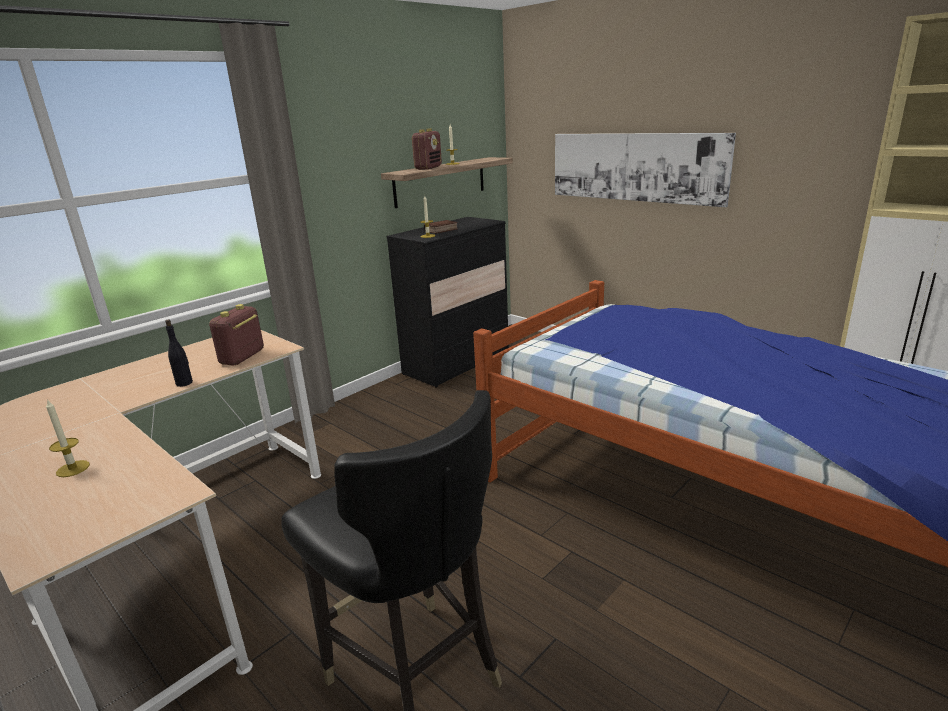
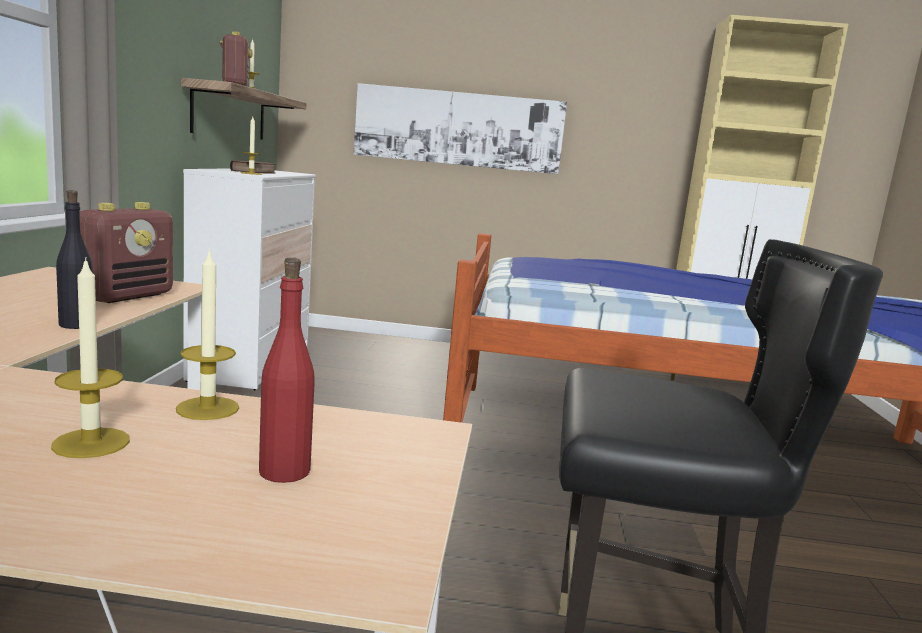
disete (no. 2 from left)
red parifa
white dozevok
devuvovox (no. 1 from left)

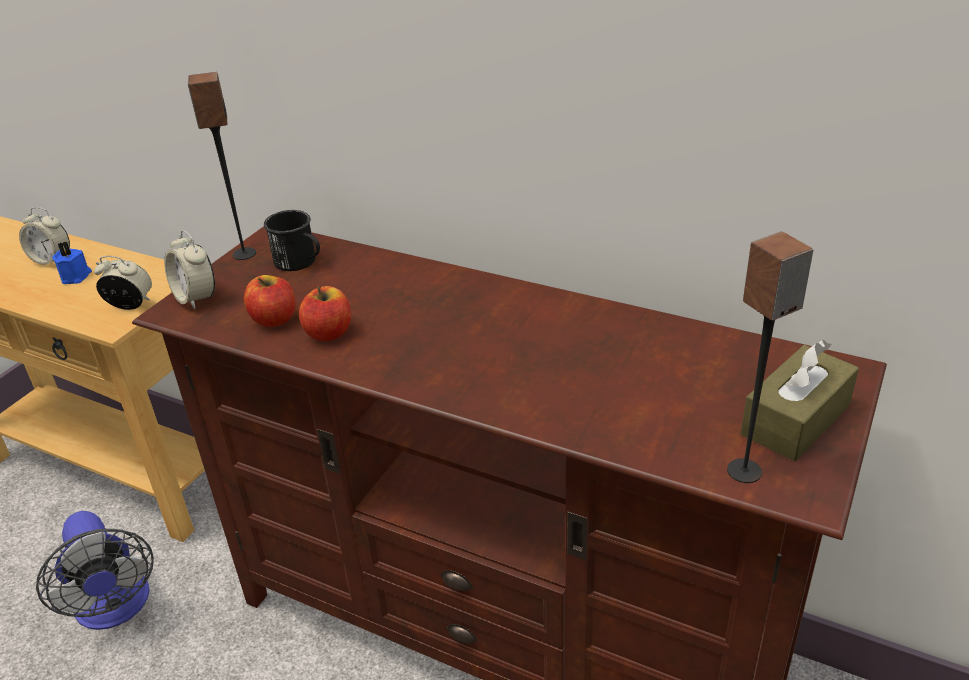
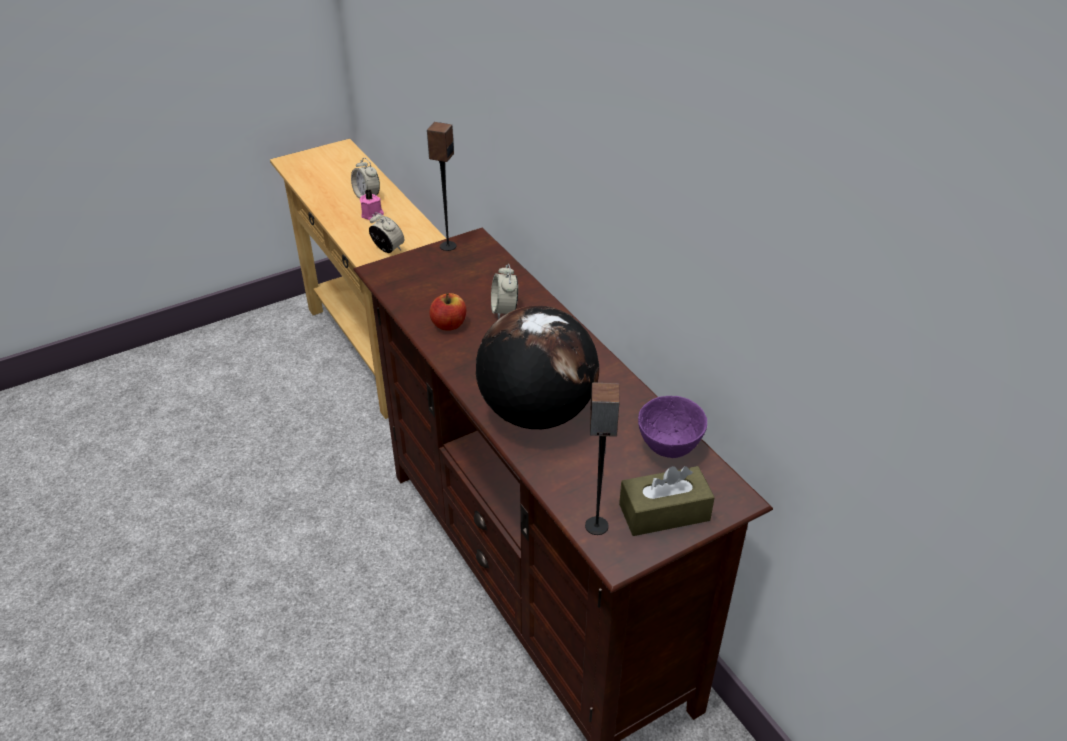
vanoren
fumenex (no. 1 from left in the first image)
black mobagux
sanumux
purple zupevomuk
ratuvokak (no. 3 from left)
pink disete

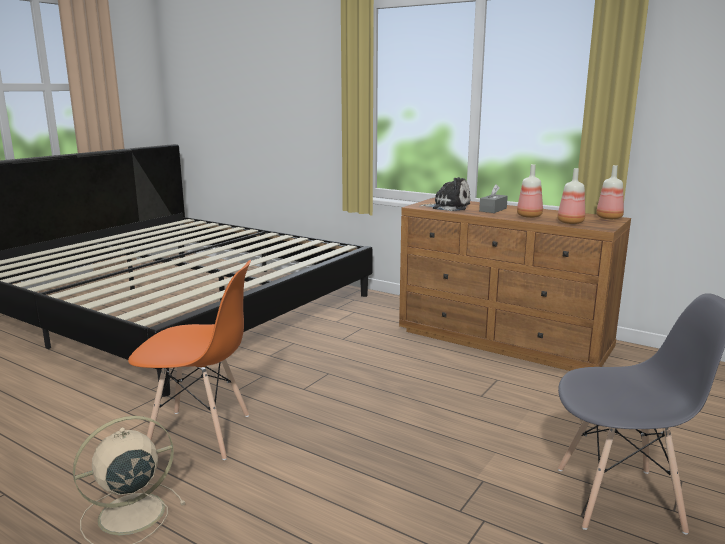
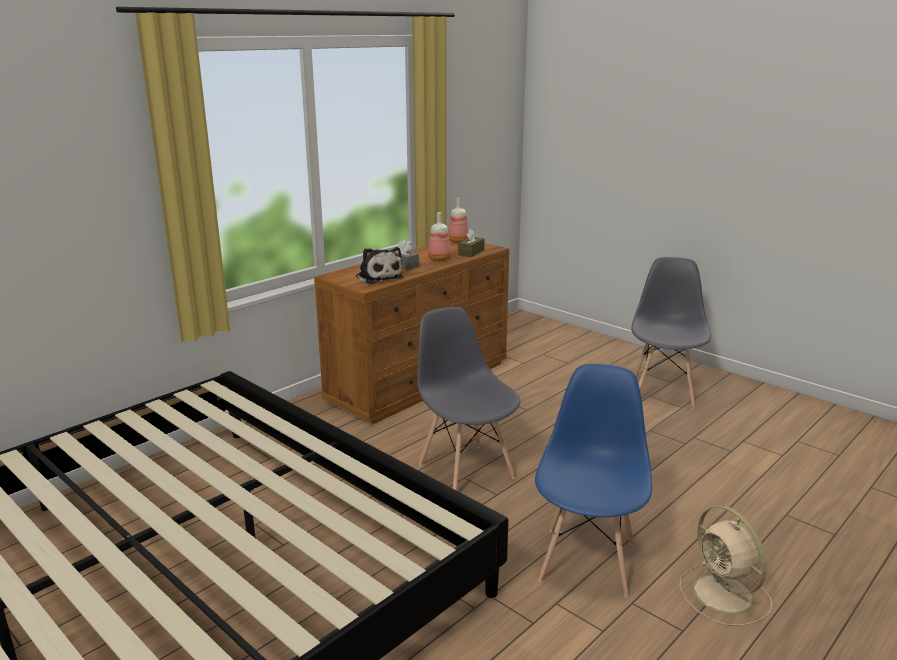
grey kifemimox (no. 1 from left)
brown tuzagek
blue kifemimox
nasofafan

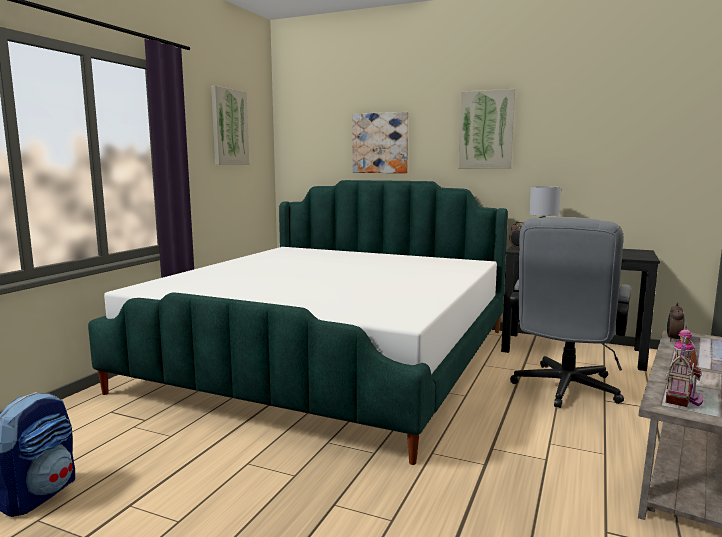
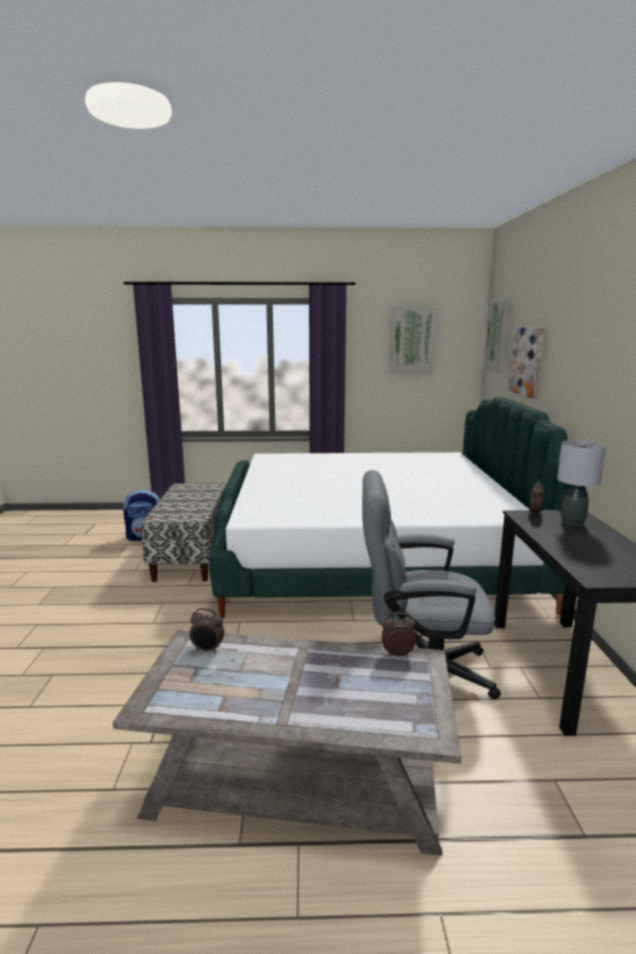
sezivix
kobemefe (no. 2 from left)
ratuvokak (no. 1 from left)

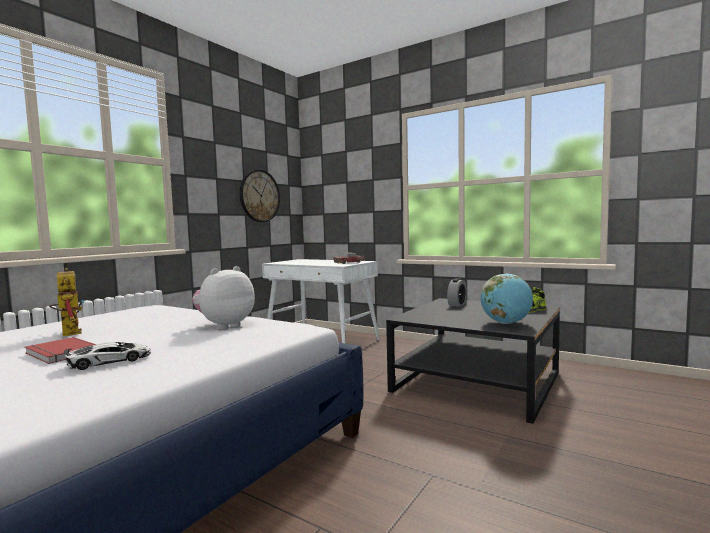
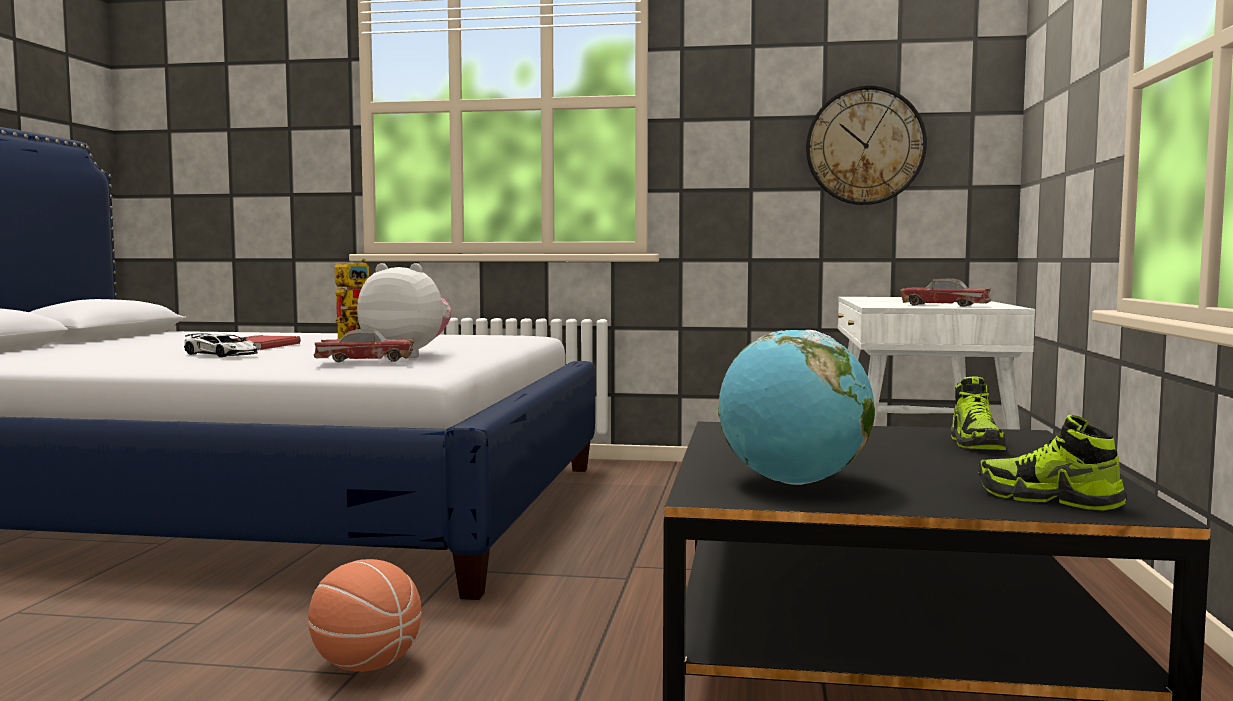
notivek
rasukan (no. 2 from left)
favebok (no. 1 from left)

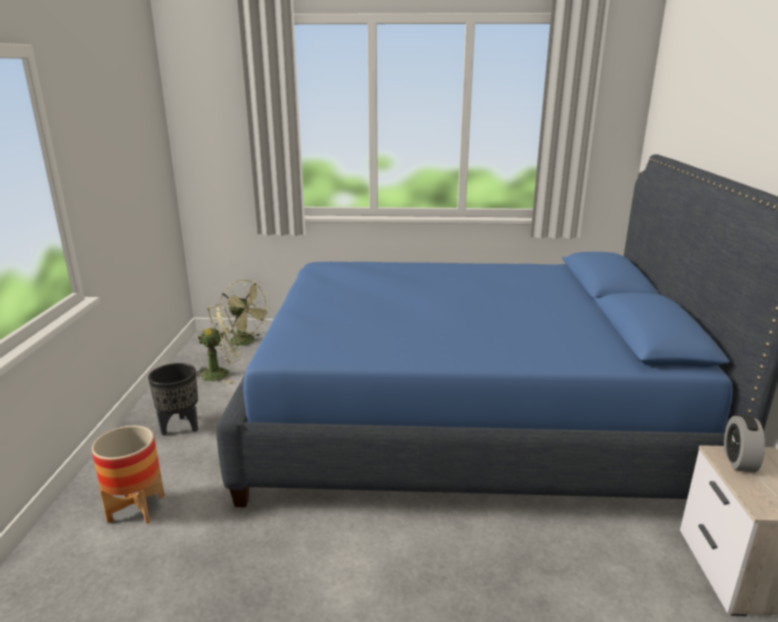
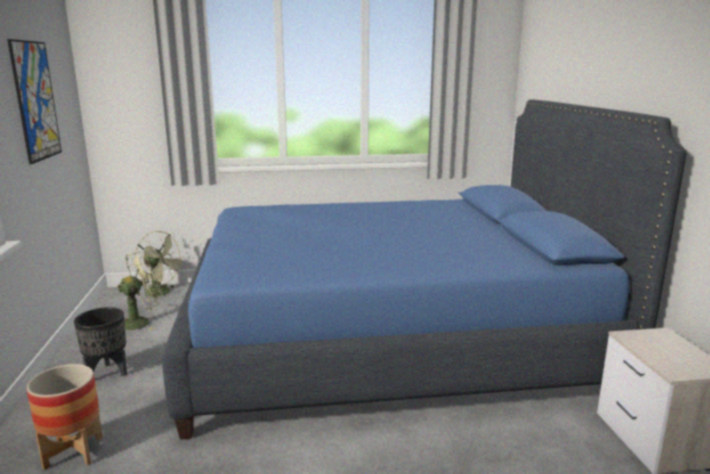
ratuvokak
kobemefe

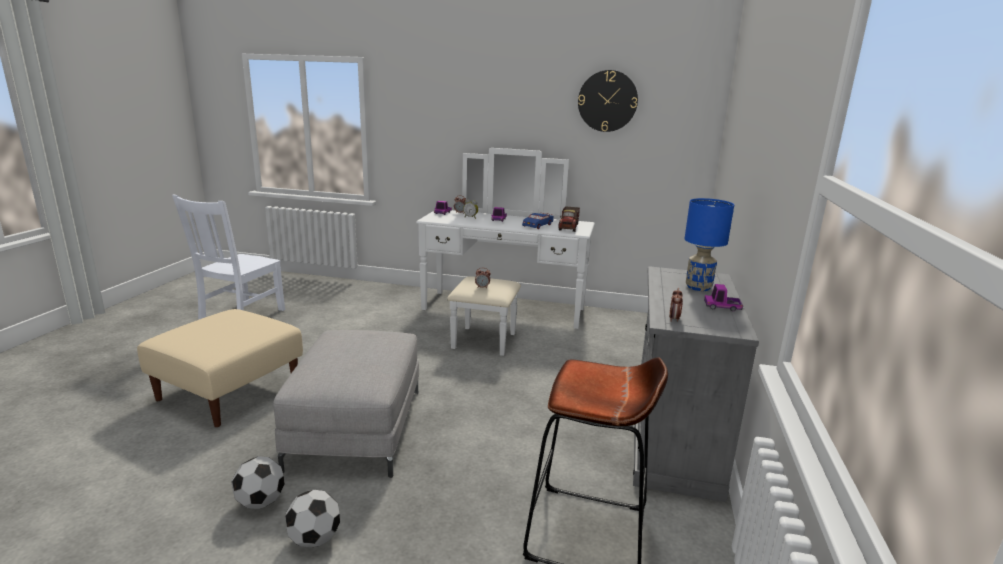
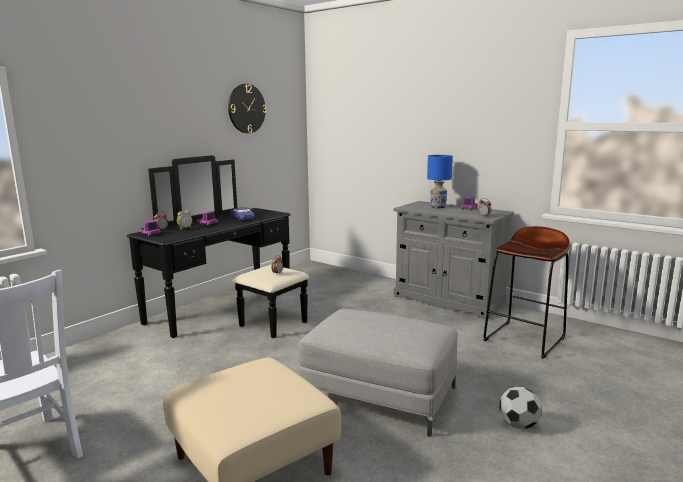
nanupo (no. 1 from left in the first image)
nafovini (no. 3 from left in the first image)
black dozevok

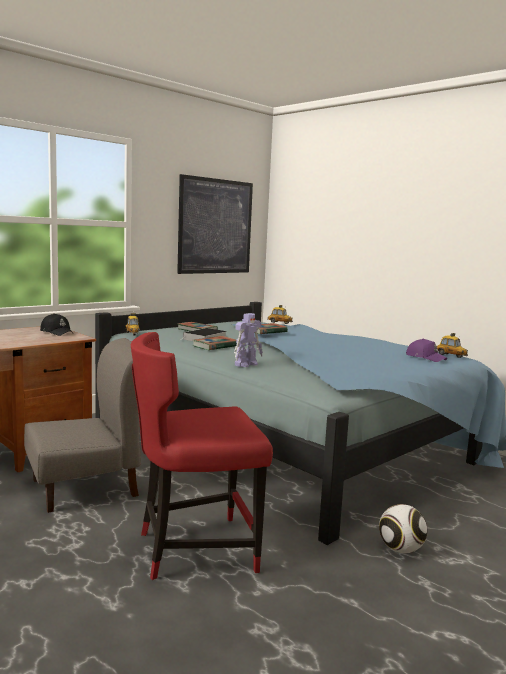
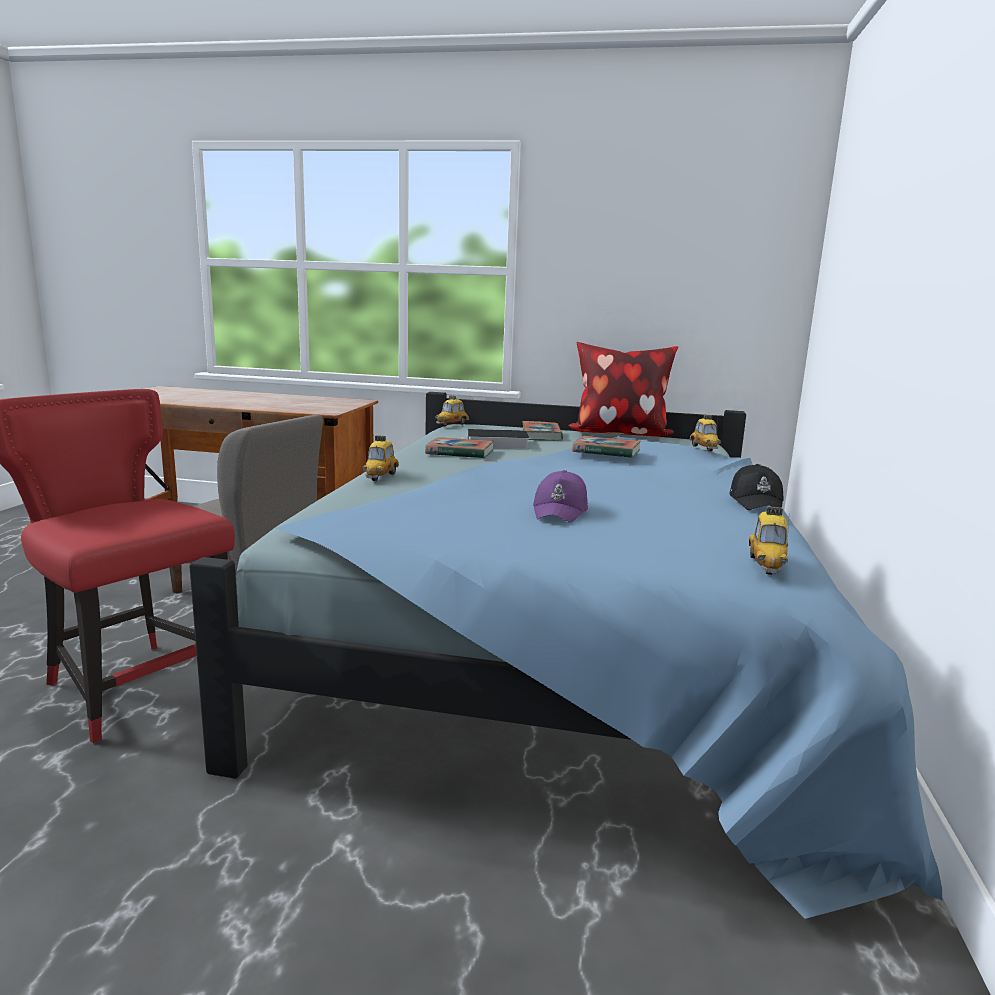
kobemefe
nanupo
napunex
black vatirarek
purple vatirarek
rasukan (no. 1 from left)

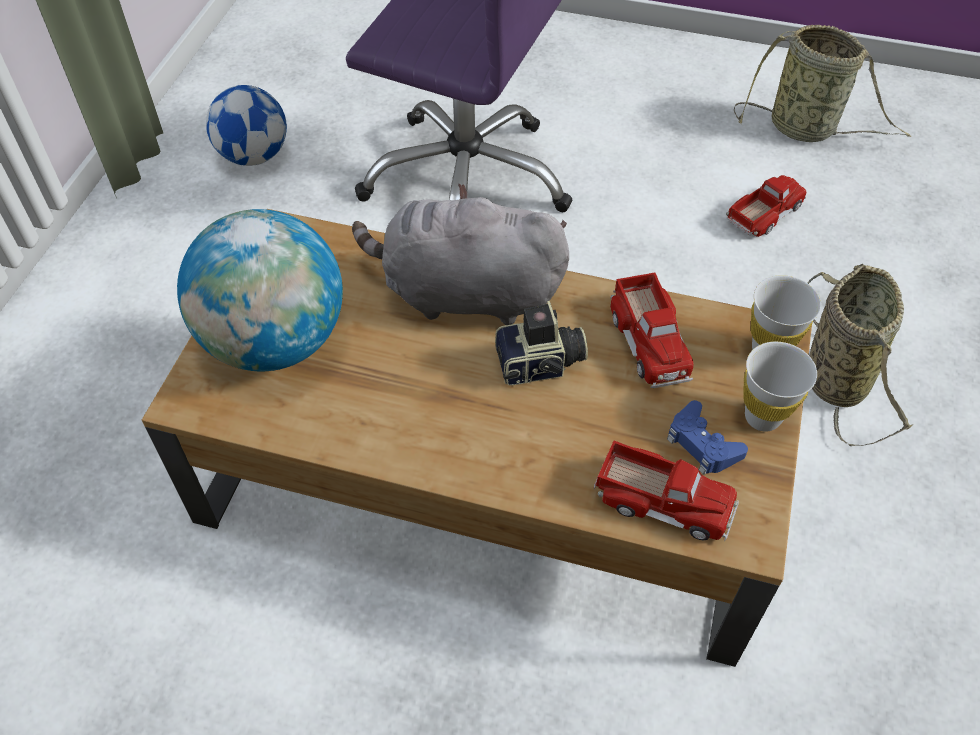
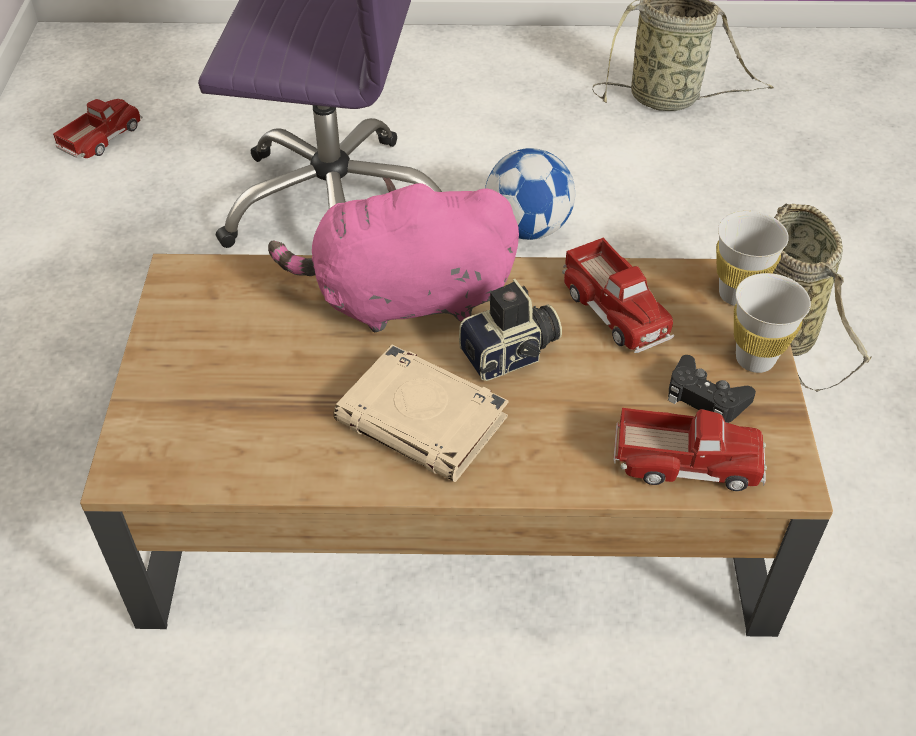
sanumux
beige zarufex
nanupo
nafovini (no. 1 from left)
pink nasofafan
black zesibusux

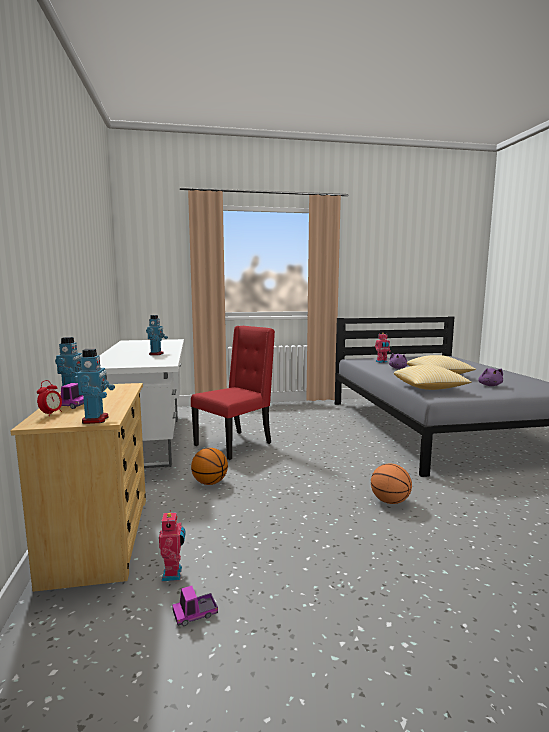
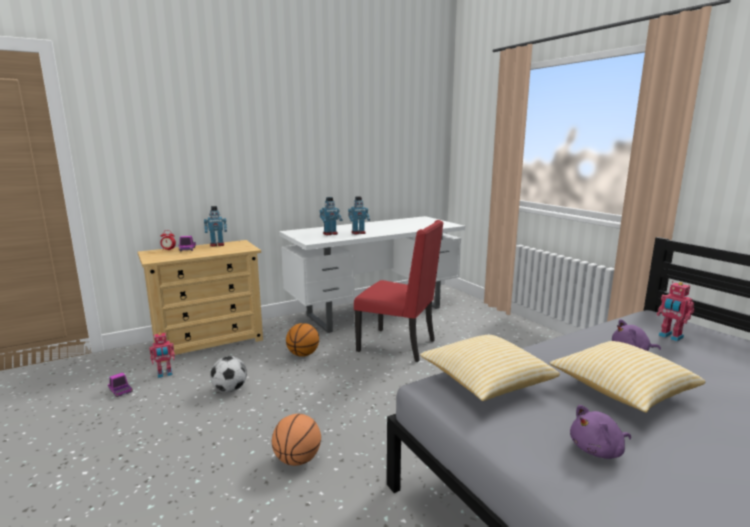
nanupo
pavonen (no. 3 from left)

